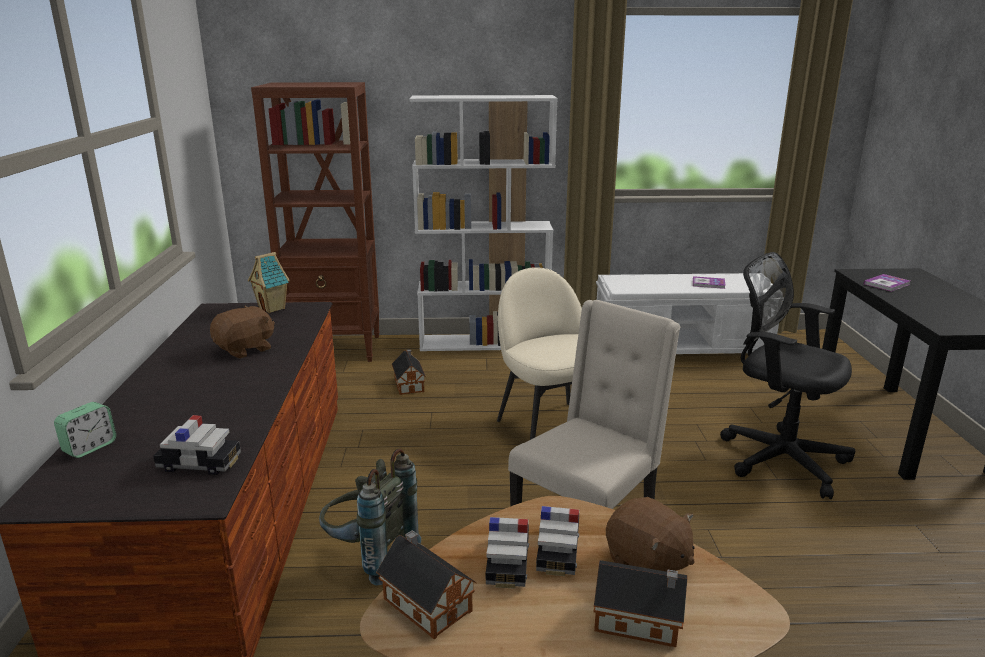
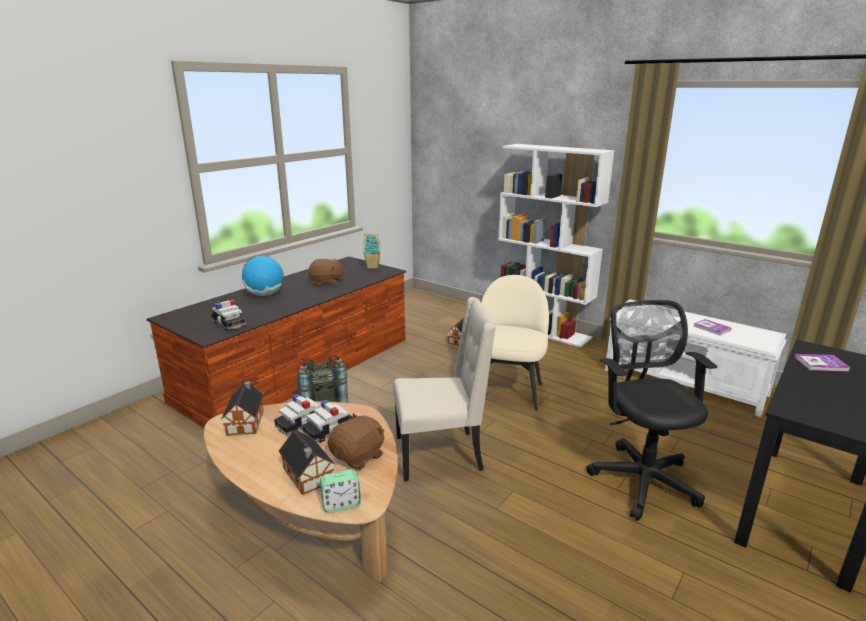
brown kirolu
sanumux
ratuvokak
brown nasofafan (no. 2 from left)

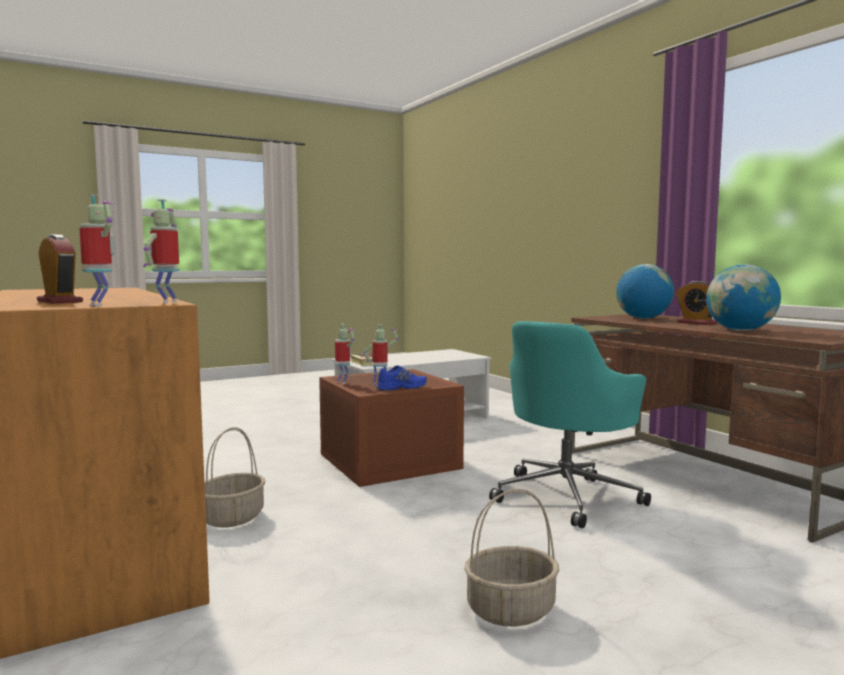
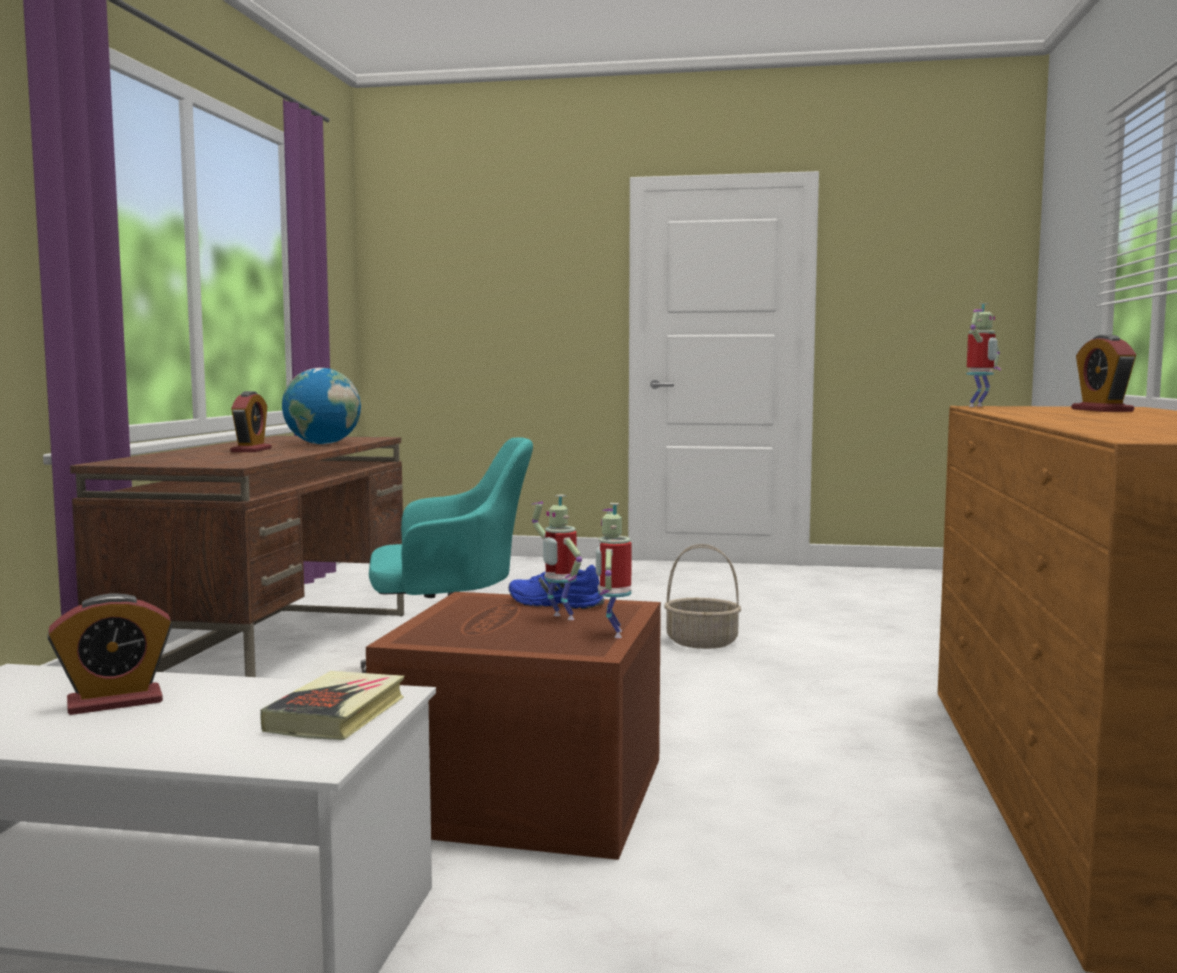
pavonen (no. 1 from left in the first image)
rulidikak (no. 1 from left in the first image)
sanumux (no. 1 from left in the first image)
ratuvokak (no. 1 from left)

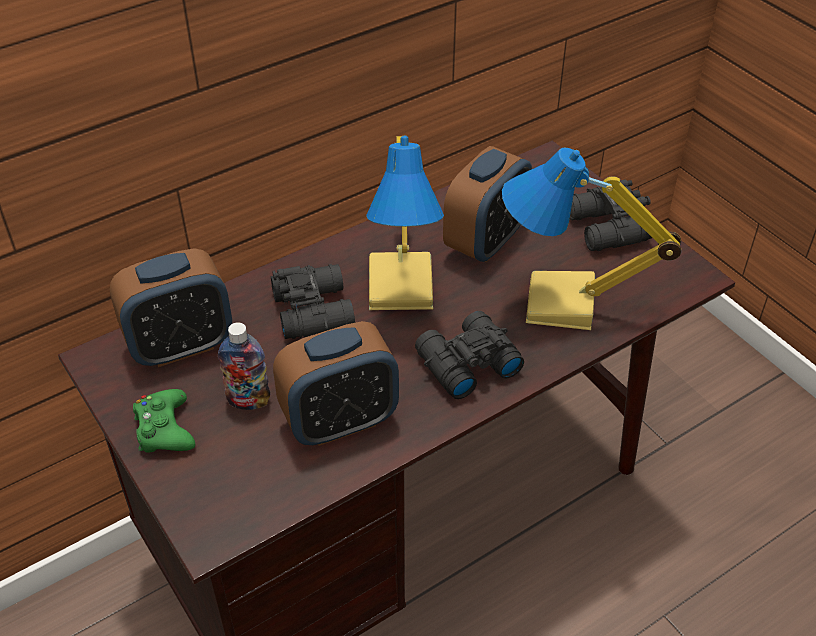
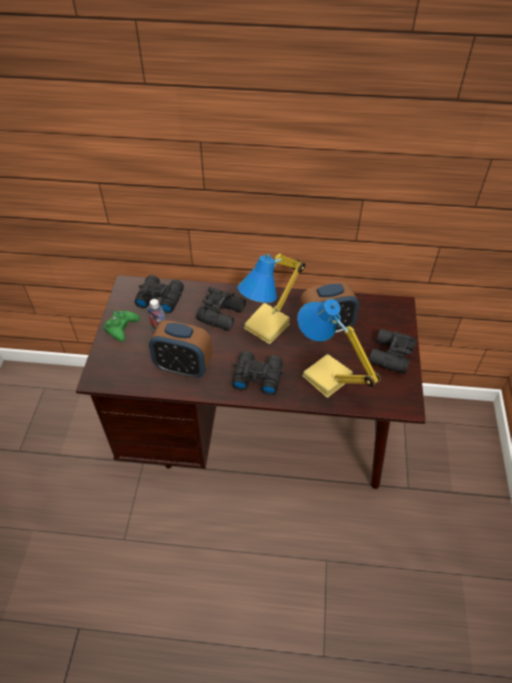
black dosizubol (no. 1 from left)

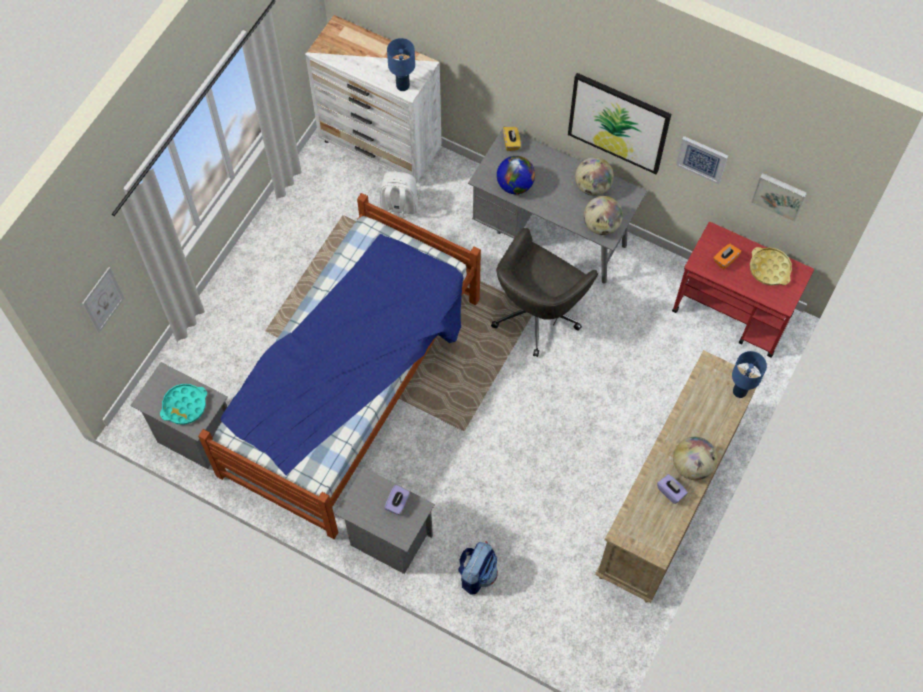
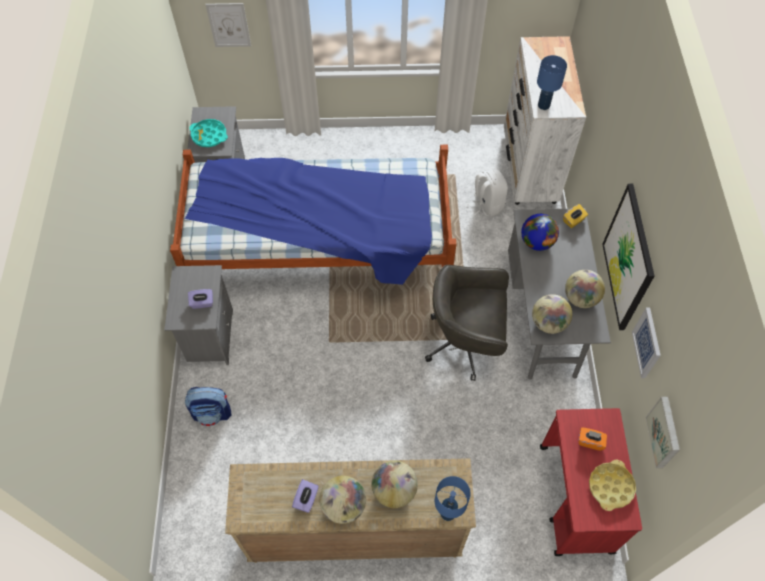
sanumux (no. 2 from left)

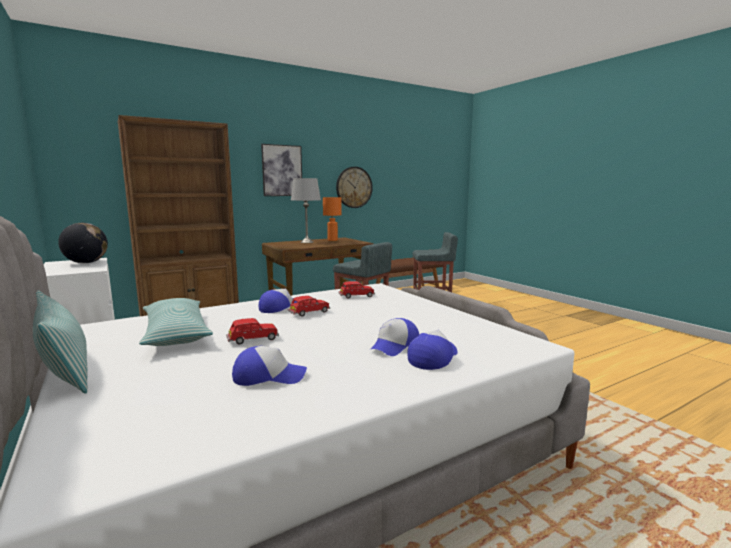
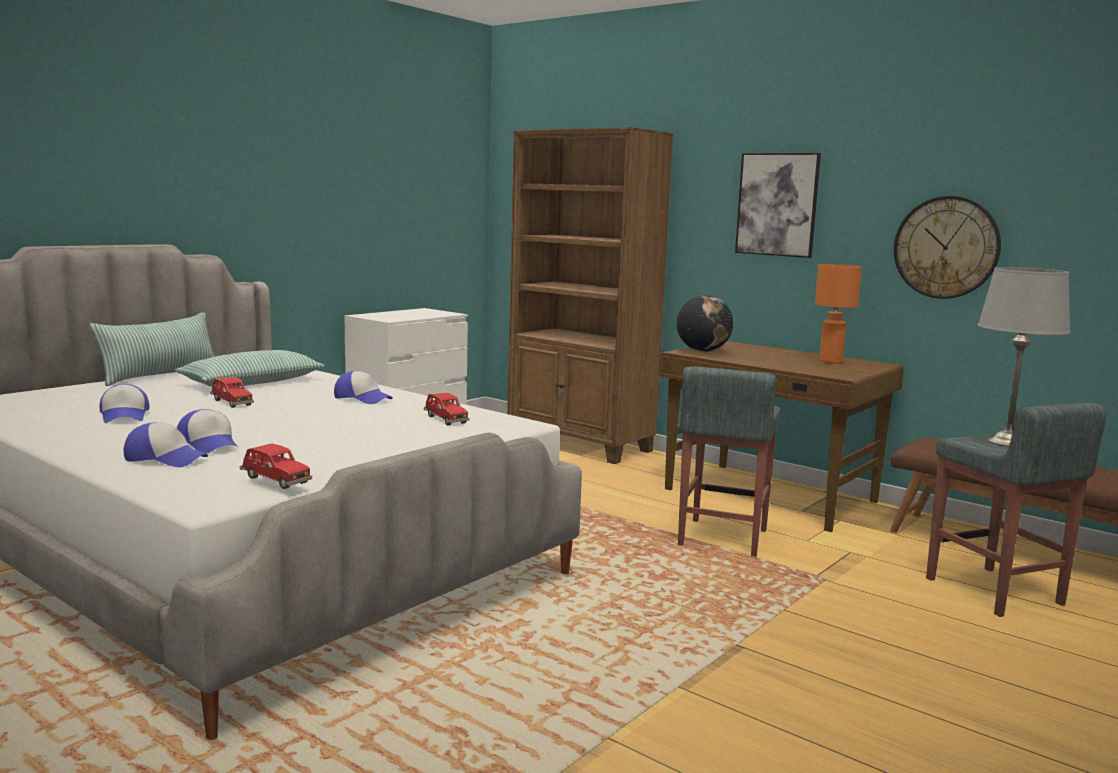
sanumux
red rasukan (no. 2 from left)
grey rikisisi
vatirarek (no. 3 from left)

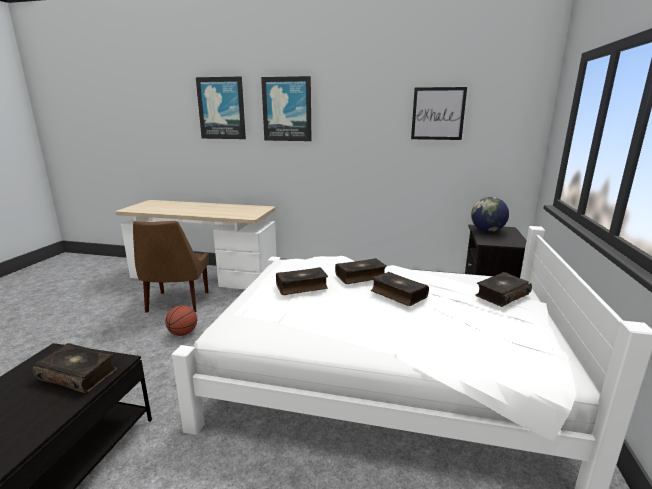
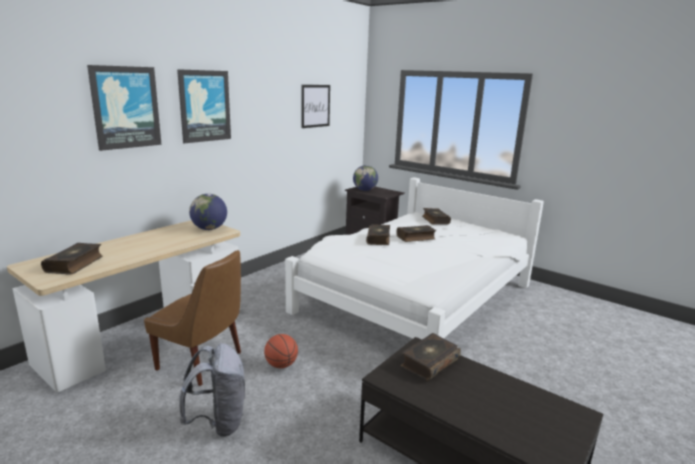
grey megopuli
sanumux (no. 1 from left)
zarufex (no. 1 from left)

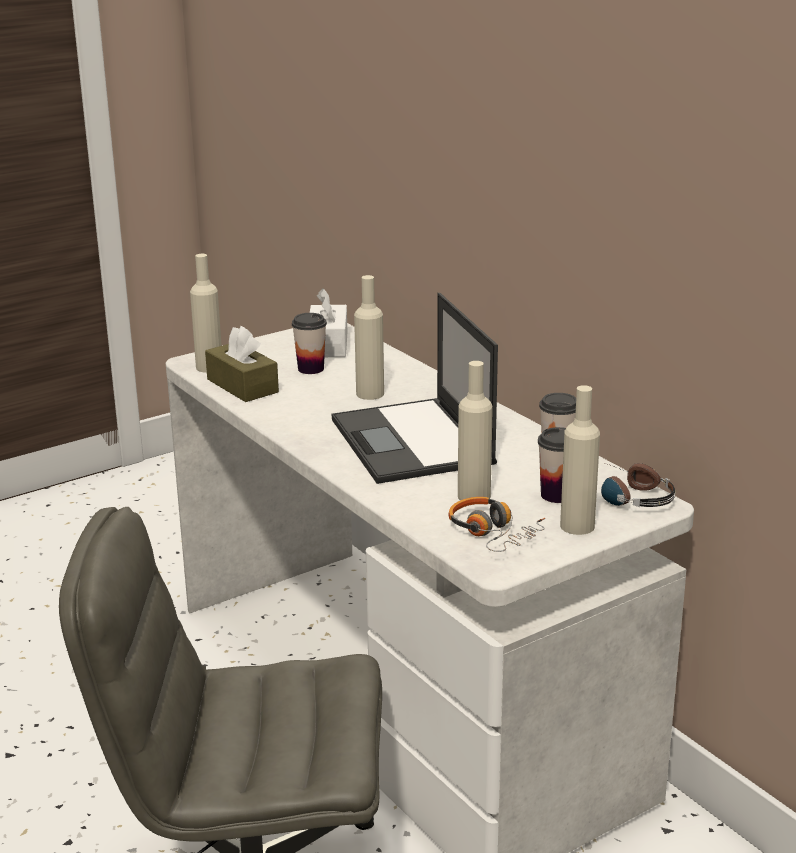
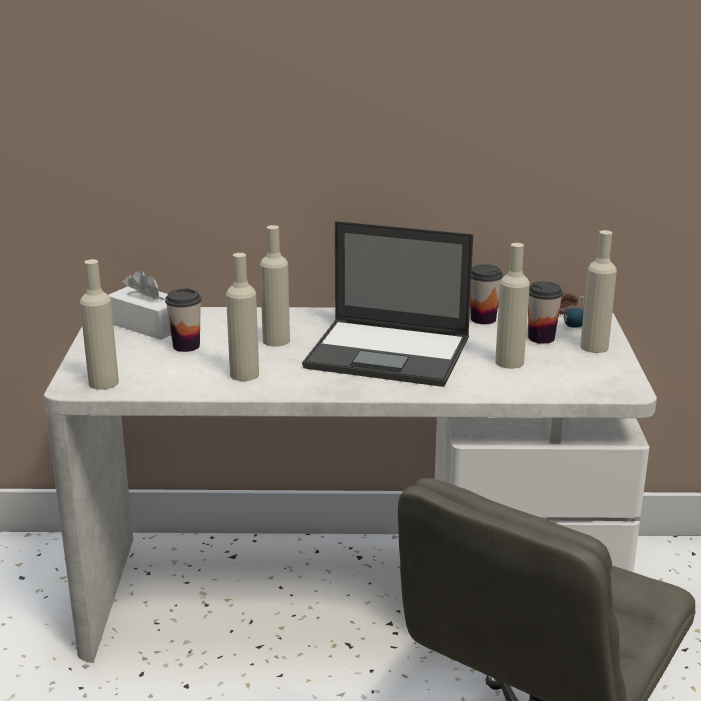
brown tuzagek
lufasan (no. 1 from left in the first image)
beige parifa (no. 2 from left)

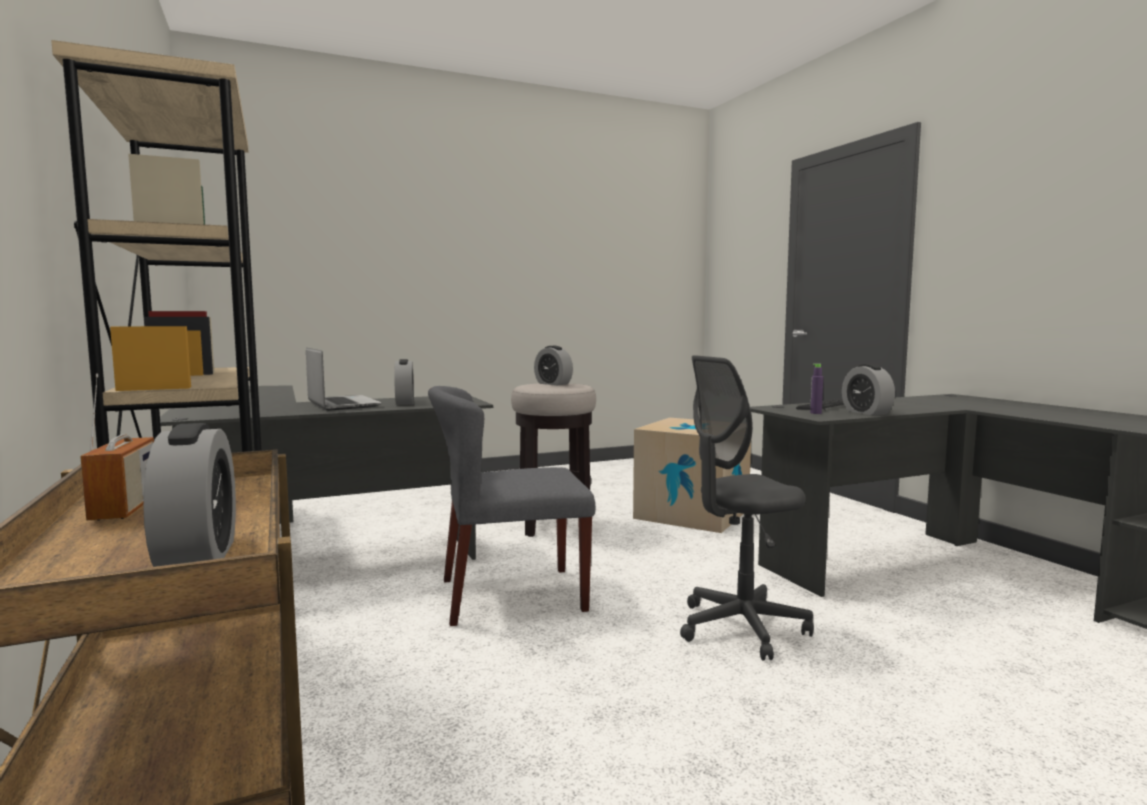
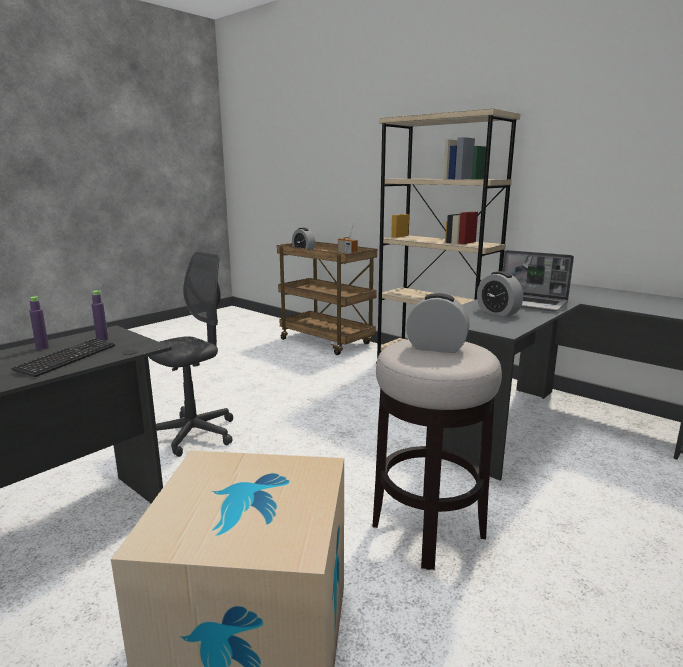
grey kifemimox
purple parifa (no. 1 from left)

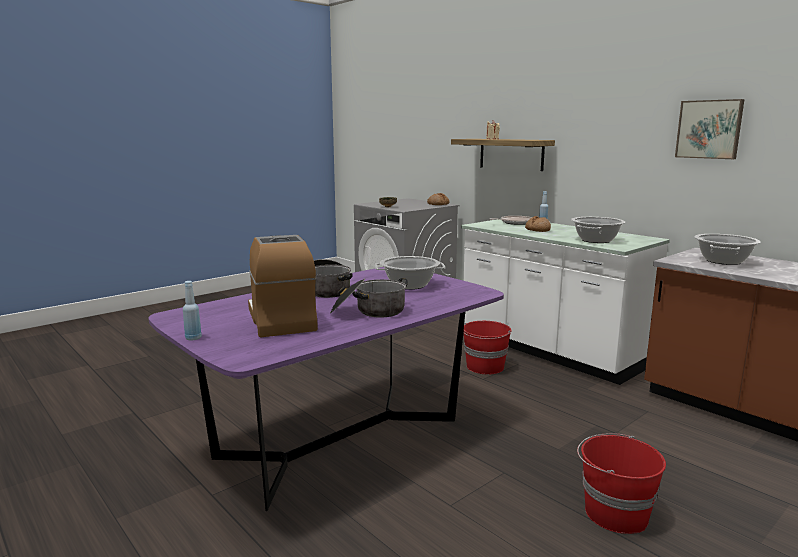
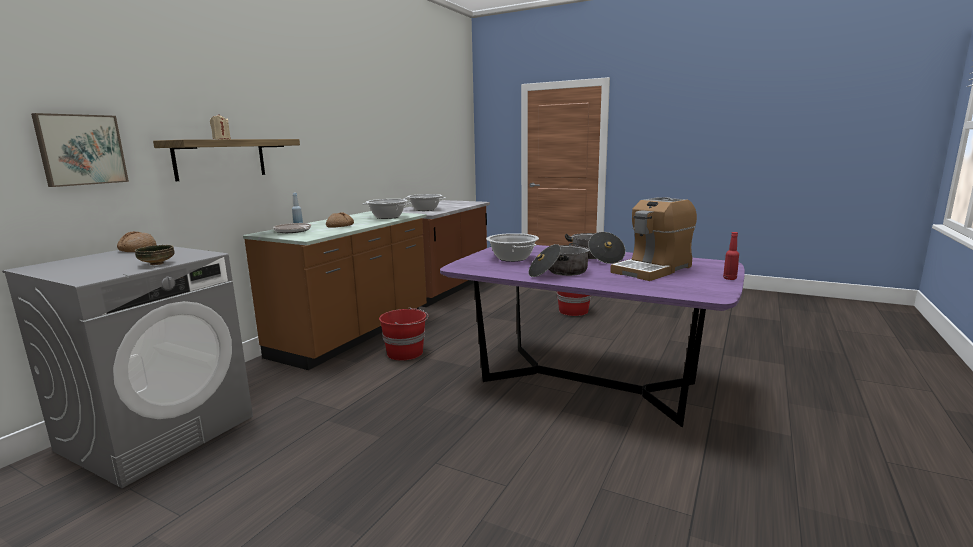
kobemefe
red parifa
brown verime (no. 1 from left)

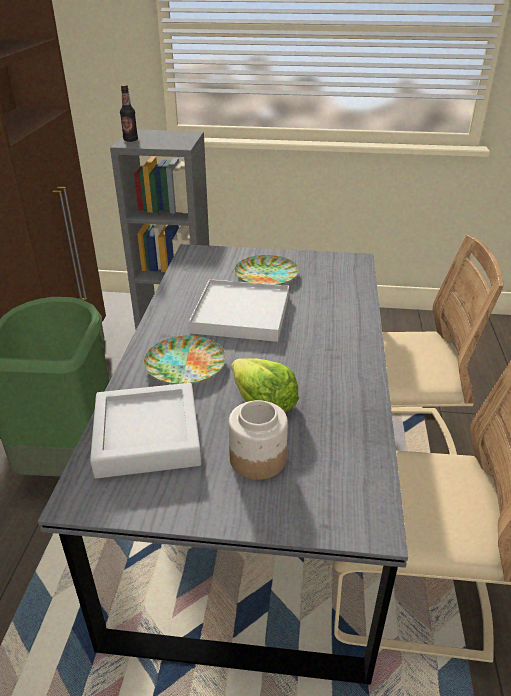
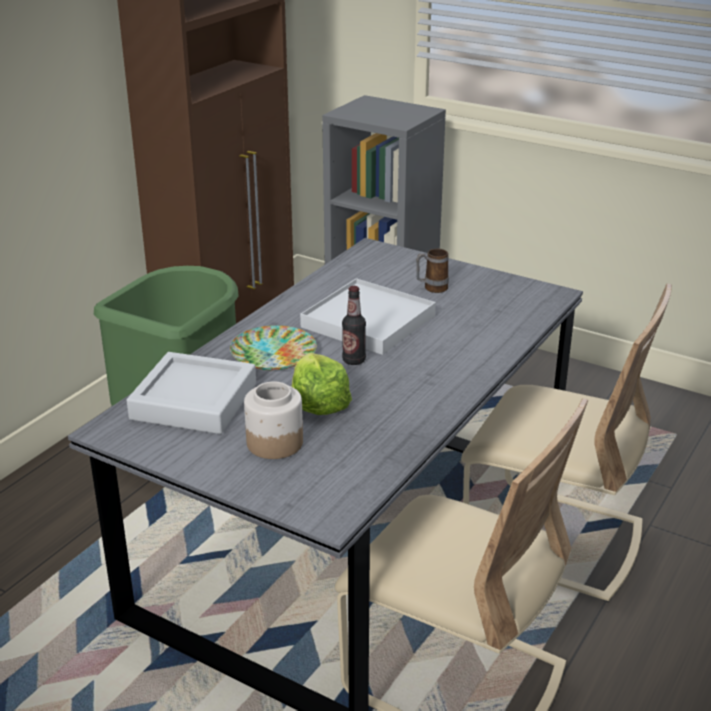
parifa
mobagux

